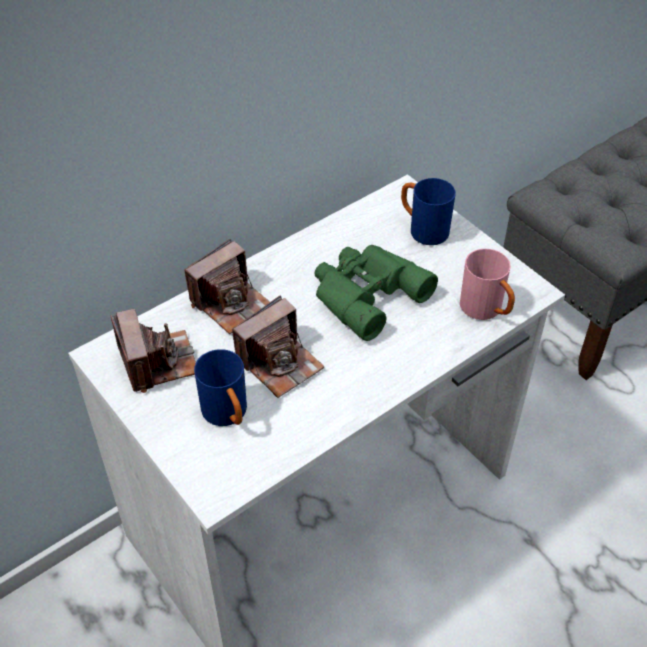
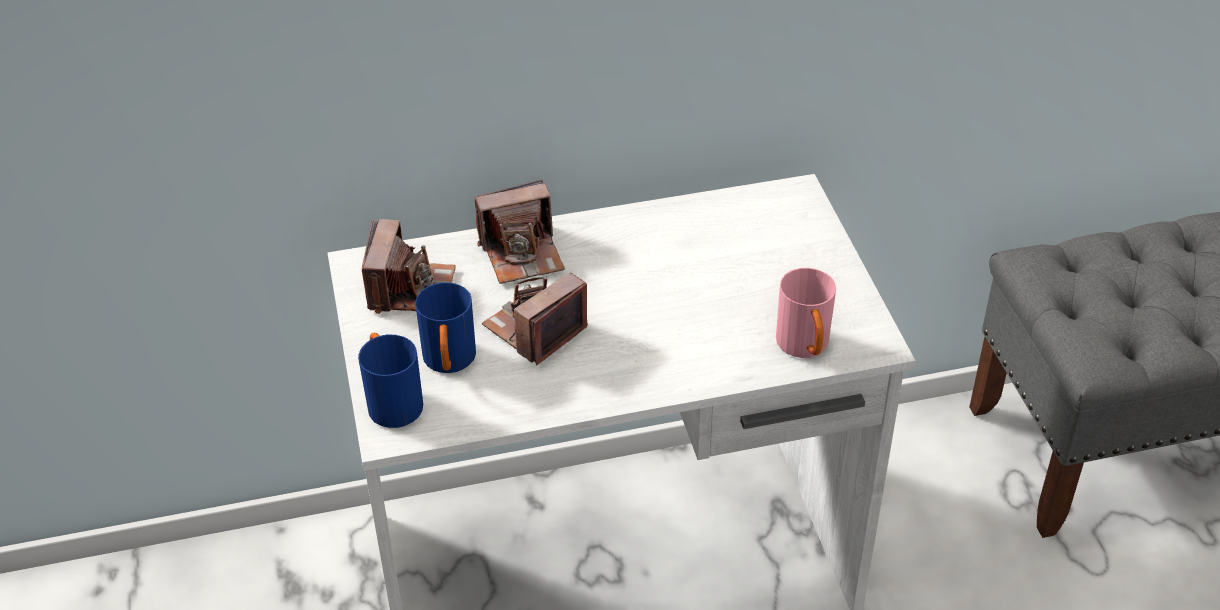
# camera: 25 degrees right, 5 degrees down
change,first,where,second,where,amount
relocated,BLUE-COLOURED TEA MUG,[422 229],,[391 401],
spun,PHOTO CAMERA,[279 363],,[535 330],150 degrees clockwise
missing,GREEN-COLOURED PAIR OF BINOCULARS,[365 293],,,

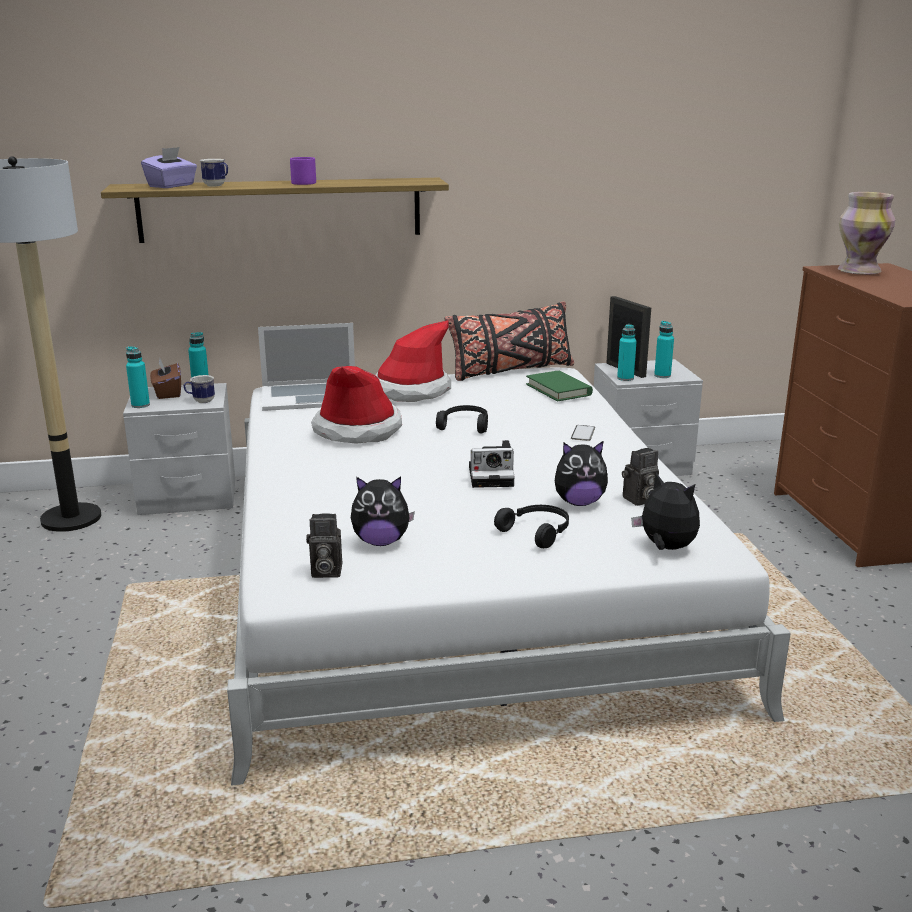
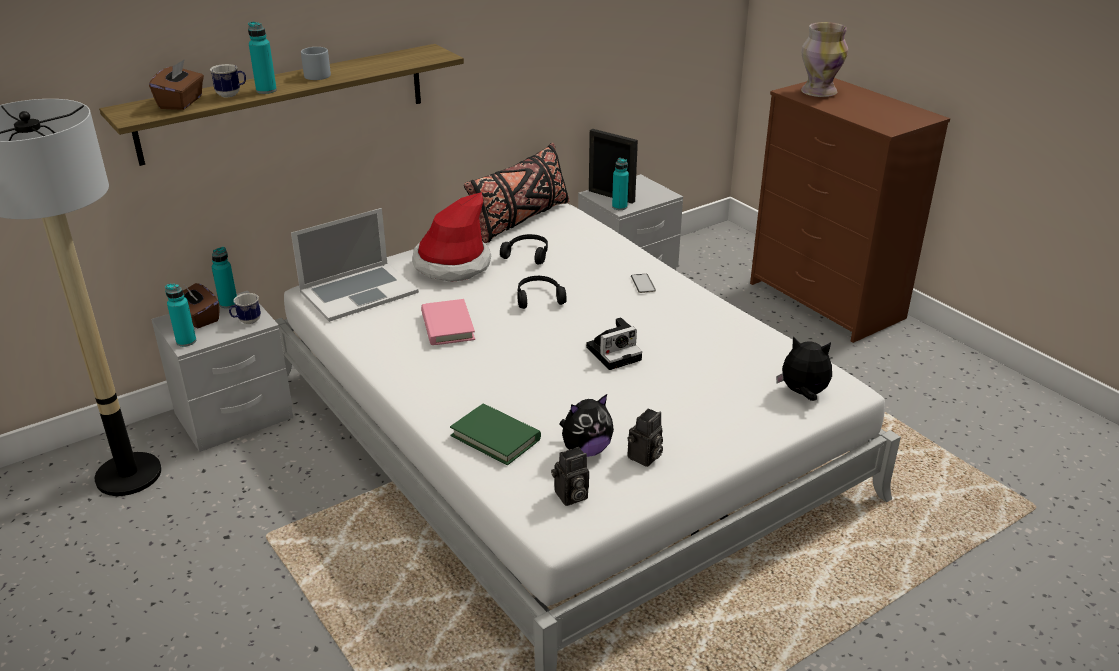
# camera: 25 degrees left, 10 degrees up
change,first,where,second,where,amount
colour,PURPLE BOX OF TISSUES,[171 186],BROWN-COLOURED BOX OF TISSUES,[181 102],
relocated,TURQUOISE-COLOURED DRINK BOTTLE,[662 375],,[266 90],
colour,PURPLE TEA MUG,[304 182],GREYISH TEA MUG,[316 74],
exchanged,HAT,[357 430],PINK VOLUME,[447 326],
relocated,GREEN-COLOURED VOLUME,[558 390],,[495 437],
relocated,BLACKISH HEADPHONES,[537 532],,[528 254],
relocated,PHOTO CAMERA,[639 500],,[645 458],
missing,SOFT TOY,[579 502],,,

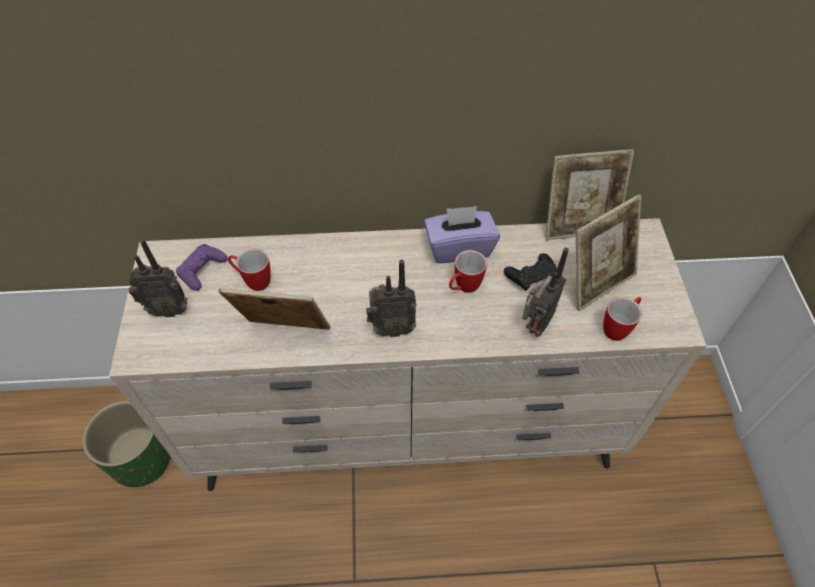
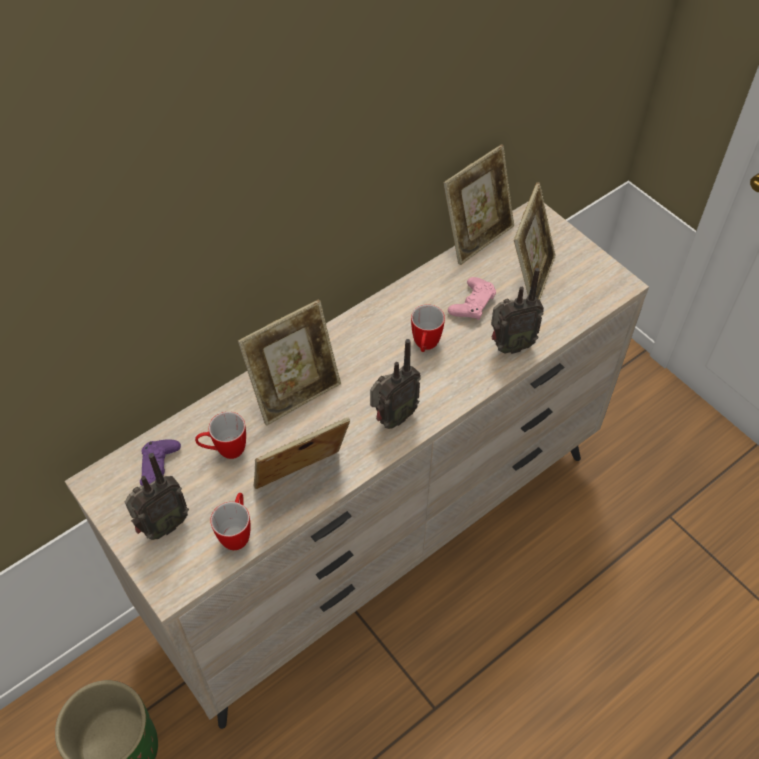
# camera: 35 degrees left, 0 degrees up
change,first,where,second,where,amount
relocated,TEA MUG,[618 328],,[237 532],
appeared,,,STANDING FRAME,[295 392],
colour,BLACKISH GAMEPAD,[531 275],PINK GAMEPAD,[472 303],
spun,RADIO RECEIVER,[534 326],,[509 345],75 degrees clockwise
missing,PURPLE BOX OF TISSUES,[459 247],,,

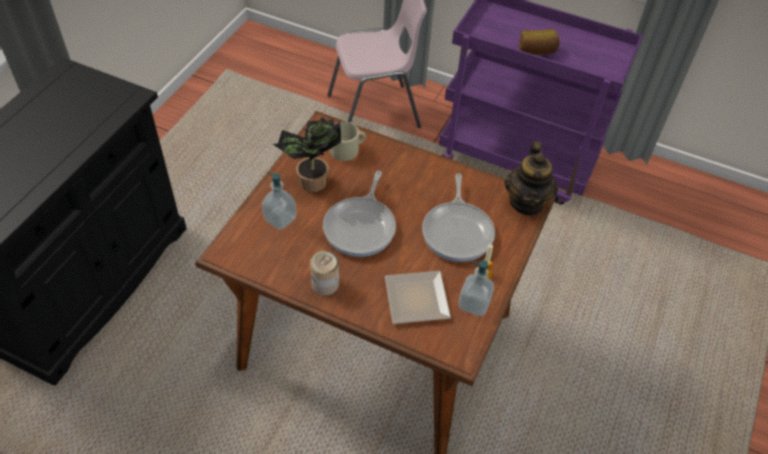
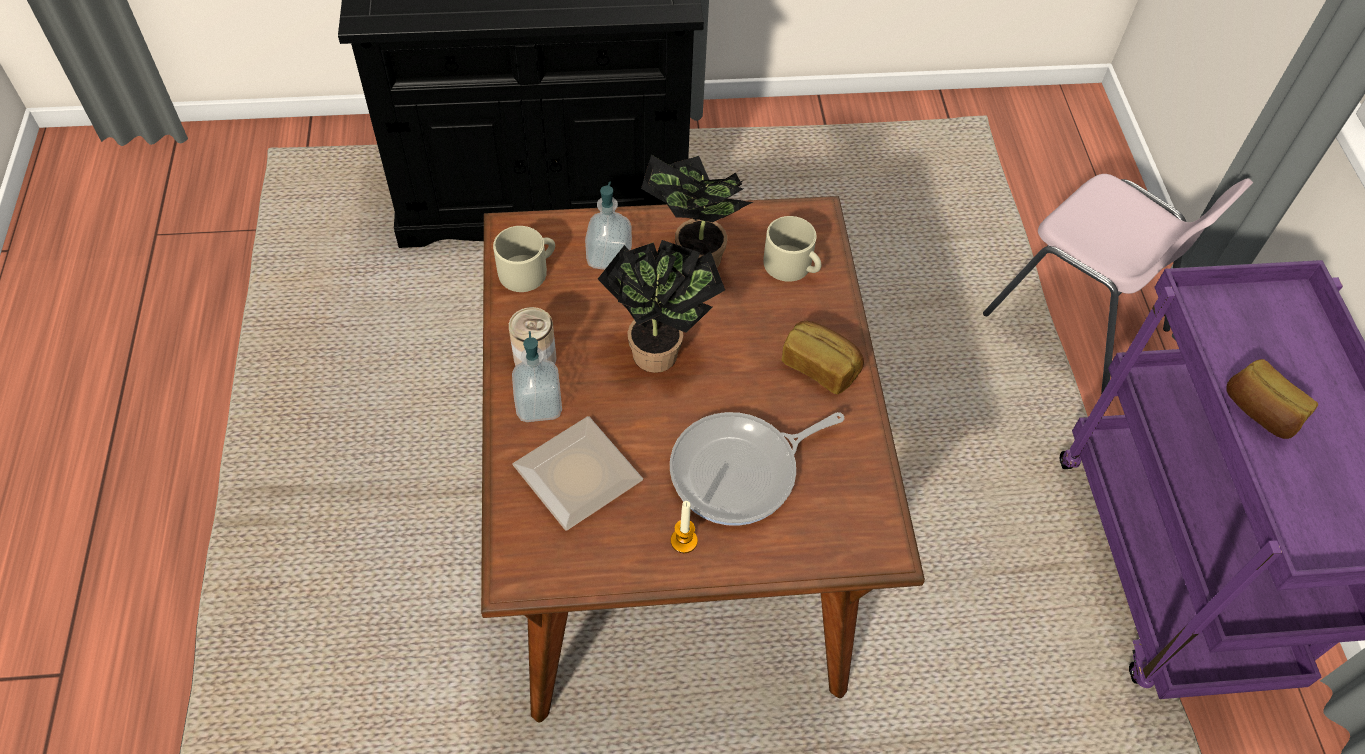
# camera: 60 degrees right, 5 degrees up
change,first,where,second,where,amount
appeared,,,BEIGE TEA MUG,[528 270],
relocated,LIQUID SOAP BOTTLE,[474 304],,[539 405],
exchanged,FRYING PAN,[361 227],POTTED PLANT,[661 350],
appeared,,,BREAD,[820 366],
missing,TEAPOT,[527 202],,,

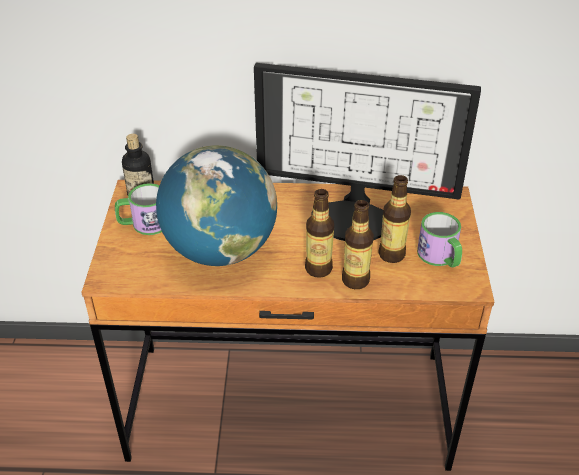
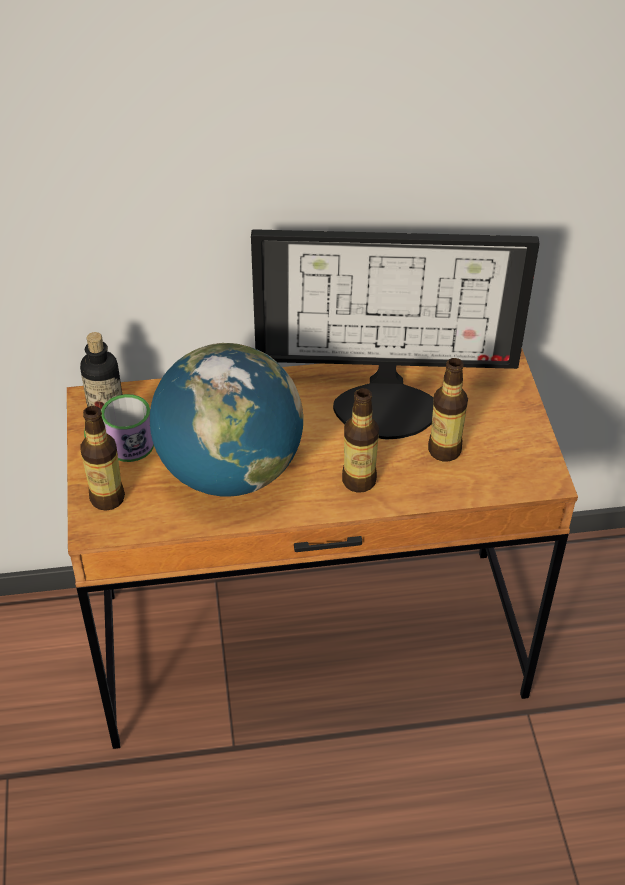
# camera: 10 degrees left, 5 degrees up
change,first,where,second,where,amount
relocated,DRINK BOTTLE,[355 280],,[107 498],
missing,TEA MUG,[440 257],,,

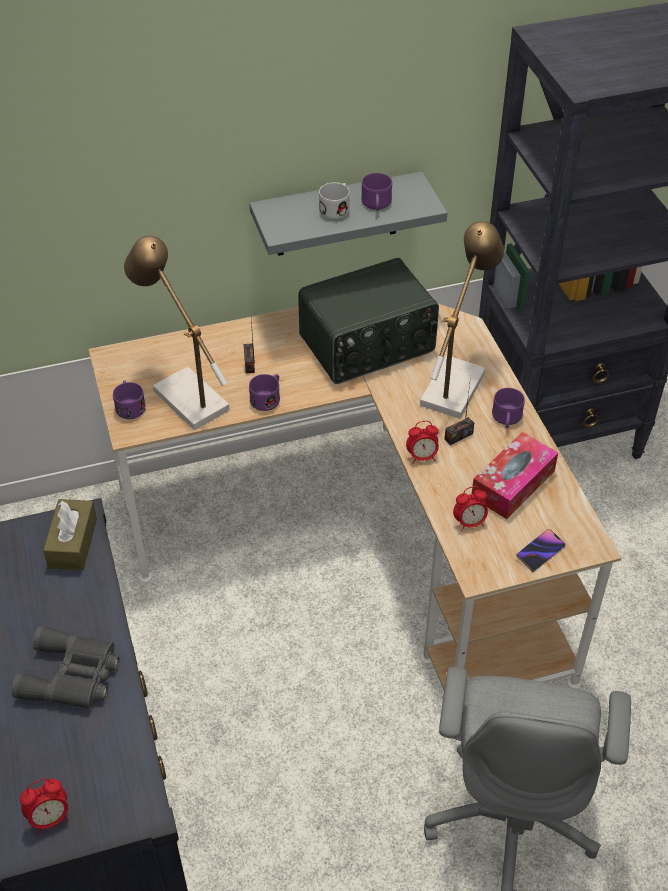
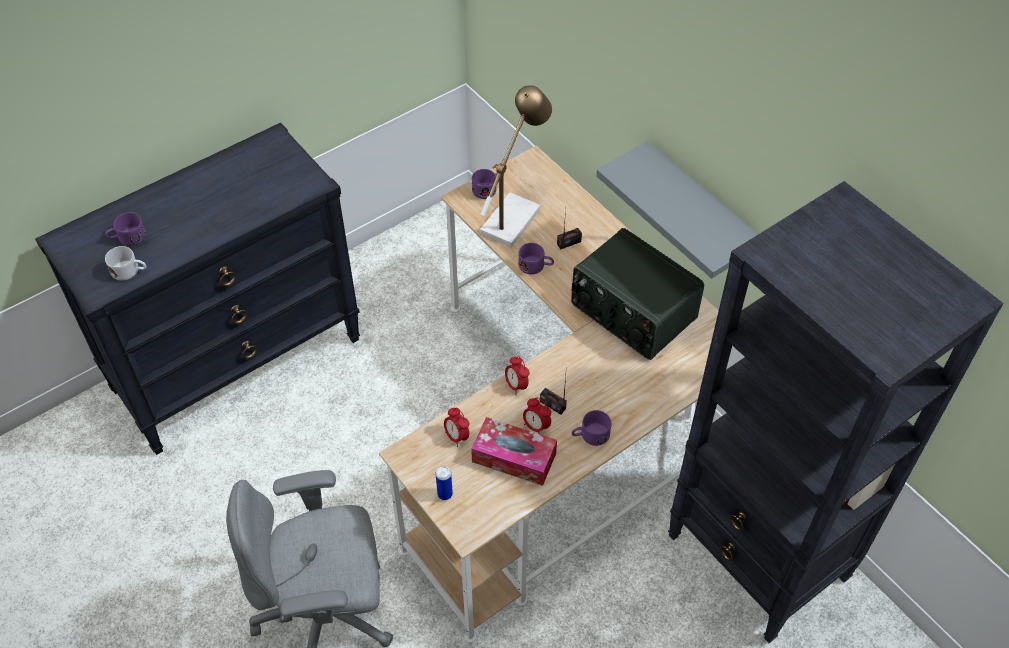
# camera: 70 degrees right, 5 degrees up
change,first,where,second,where,amount
relocated,PURPLE TEA MUG,[376 205],,[127 238],
relocated,WHITISH TEA MUG,[336 208],,[130 271],
exchanged,PHONE,[540 552],SEALED CAN,[445 494],
relocated,BEDSIDE CLOCK,[50 818],,[536 426],
missing,GREYISH PAIR OF BINOCULARS,[72 676],,,
missing,BROWN-COLOURED BOX OF TISSUES,[73 543],,,
missing,TABLETOP LAMP,[455 382],,,

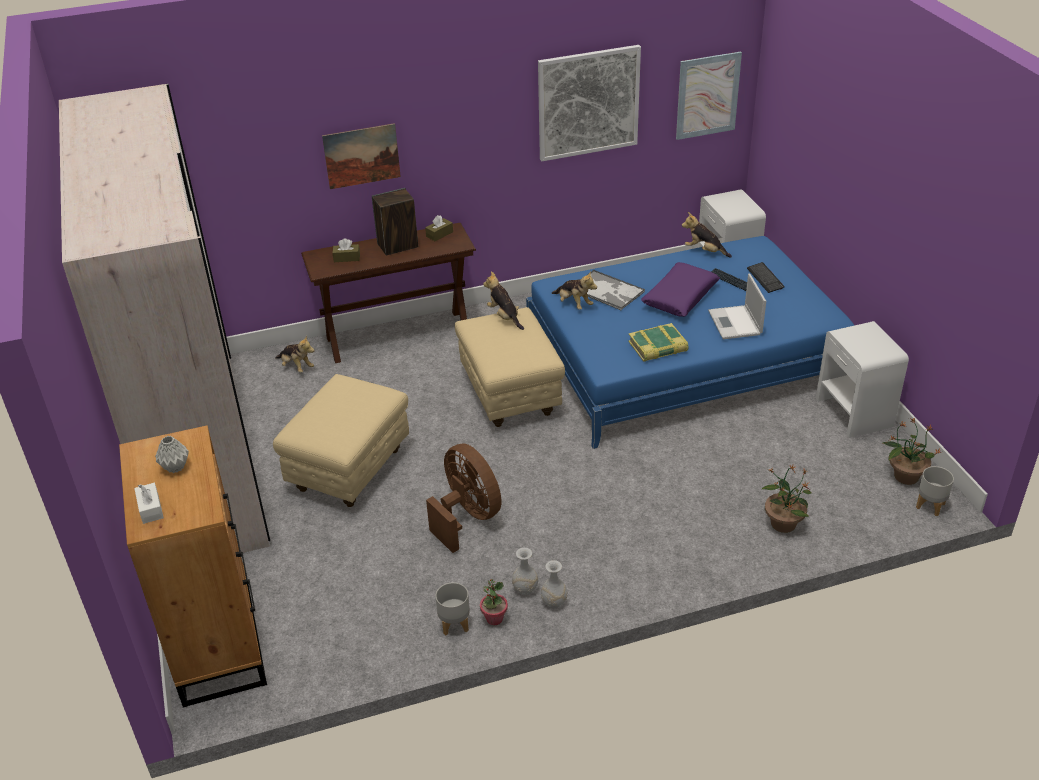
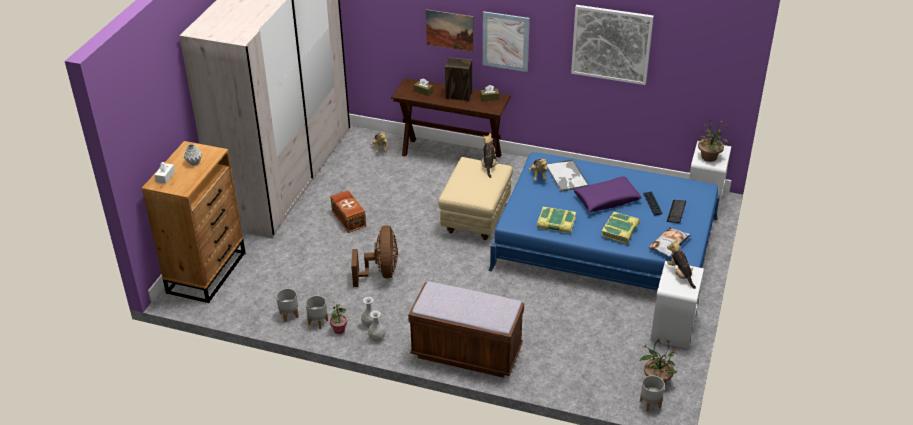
# camera: 35 degrees right, 0 degrees up
change,first,where,second,where,amount
appeared,,,GREYISH PLANTER,[288 315],
exchanged,BEIGE FOOTREST,[349 469],BROWN-COLOURED STORAGE BIN,[349 218],
appeared,,,BROWN-COLOURED INDOOR BENCH,[466 353],
relocated,PICTURE,[707 95],,[505 41],
exchanged,LAPTOP,[735 323],VOLUME,[620 231],
appeared,,,CUSHION,[669 244],
relocated,SOFT TOY,[704 251],,[680 274],
relocated,POTTED PLANT,[783 523],,[709 157],

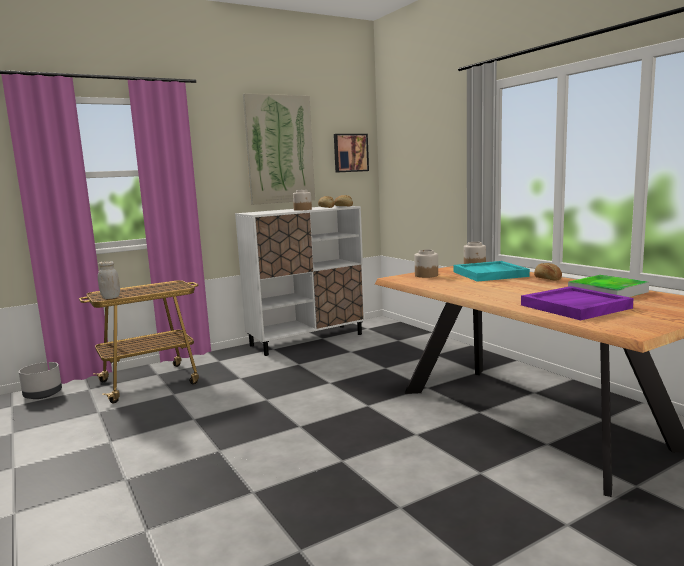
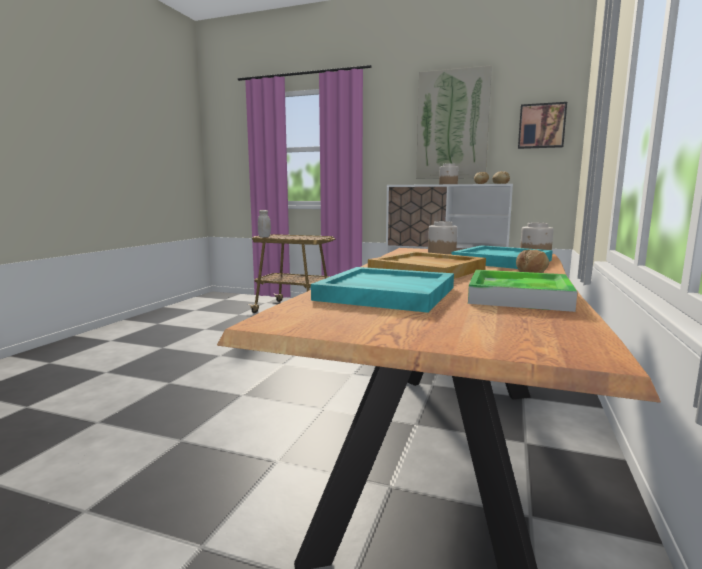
# camera: 50 degrees right, 0 degrees up
change,first,where,second,where,amount
colour,PURPLE TRAY,[575 307],TURQUOISE-COLOURED TRAY,[385 294],
appeared,,,BEIGE TRAY,[428 270],
missing,GREYISH PLANTER,[43 394],,,

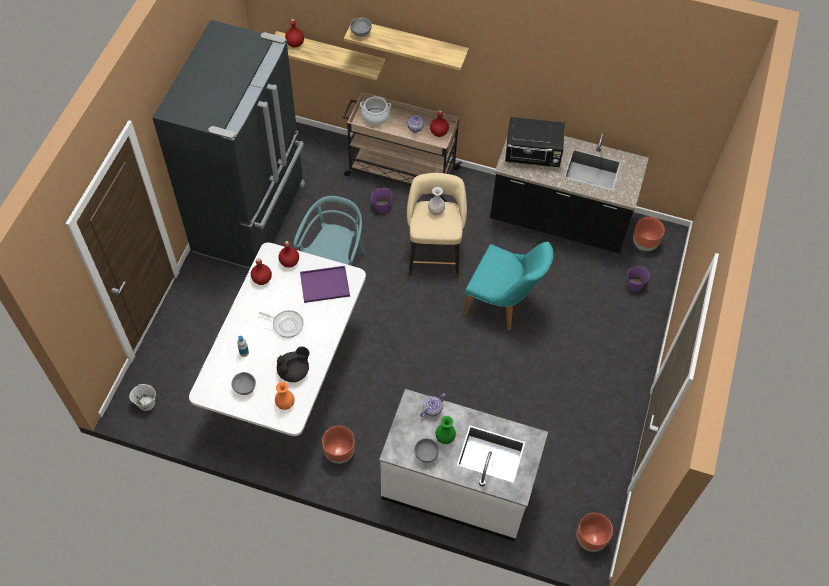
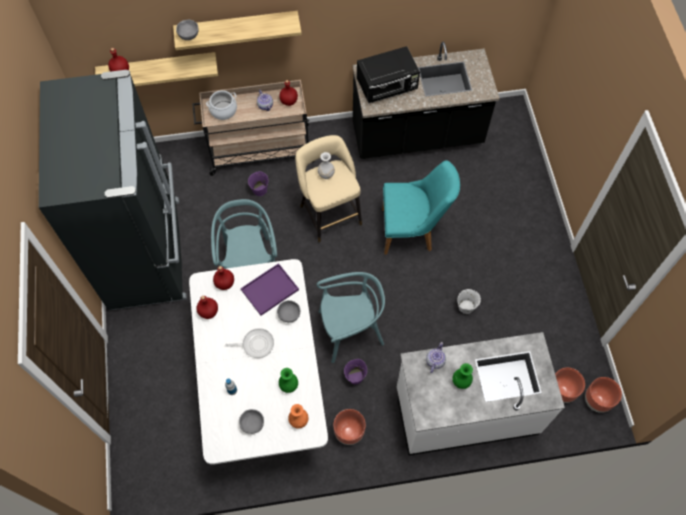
# camera: 25 degrees left, 5 degrees up
change,first,where,second,where,amount
relocated,GREYISH SERVING BOWL,[426 455],,[289 315],
exchanged,BLACKISH TEAPOT,[294 371],GREEN-COLOURED DECORATIVE VASE,[289 385],
appeared,,,TURQUOISE-COLOURED CHAIR,[350 331],
relocated,PURPLE PAIL,[634 285],,[355 376],
relocated,WHITISH PAIL,[146 403],,[466 307],
relocated,BROWN-COLOURED PLANTER,[644 244],,[561 392],

